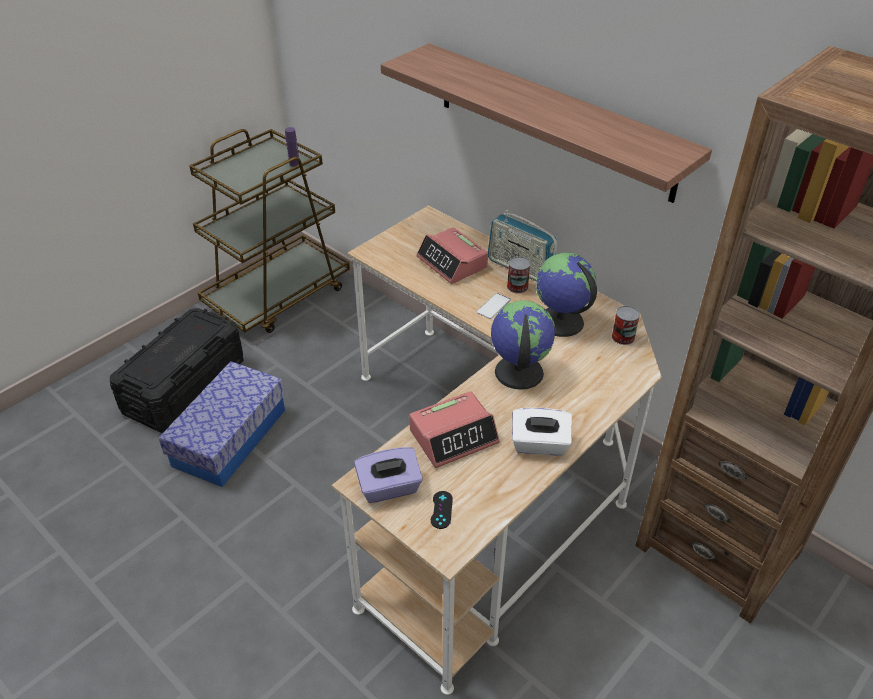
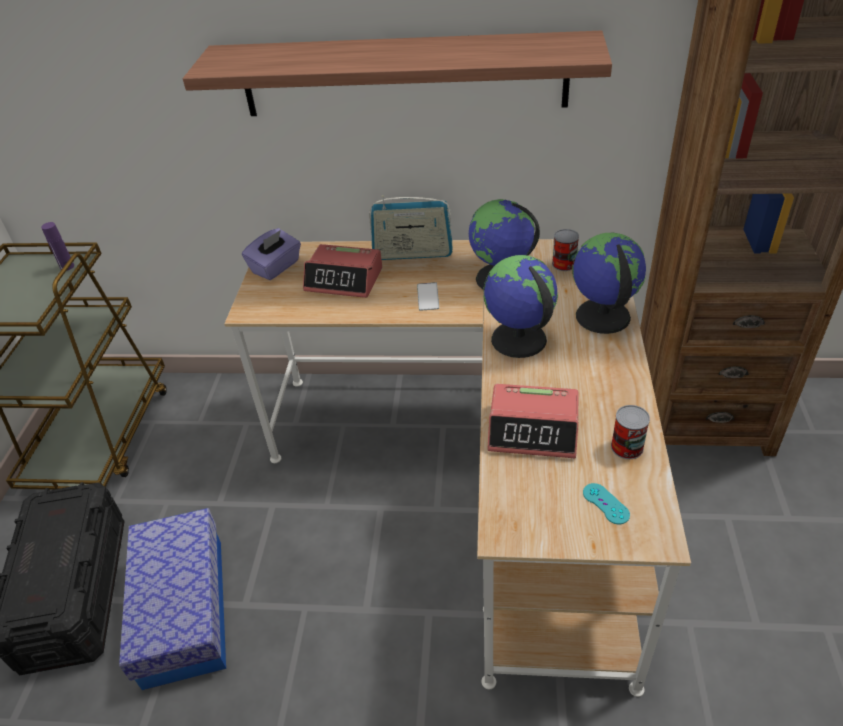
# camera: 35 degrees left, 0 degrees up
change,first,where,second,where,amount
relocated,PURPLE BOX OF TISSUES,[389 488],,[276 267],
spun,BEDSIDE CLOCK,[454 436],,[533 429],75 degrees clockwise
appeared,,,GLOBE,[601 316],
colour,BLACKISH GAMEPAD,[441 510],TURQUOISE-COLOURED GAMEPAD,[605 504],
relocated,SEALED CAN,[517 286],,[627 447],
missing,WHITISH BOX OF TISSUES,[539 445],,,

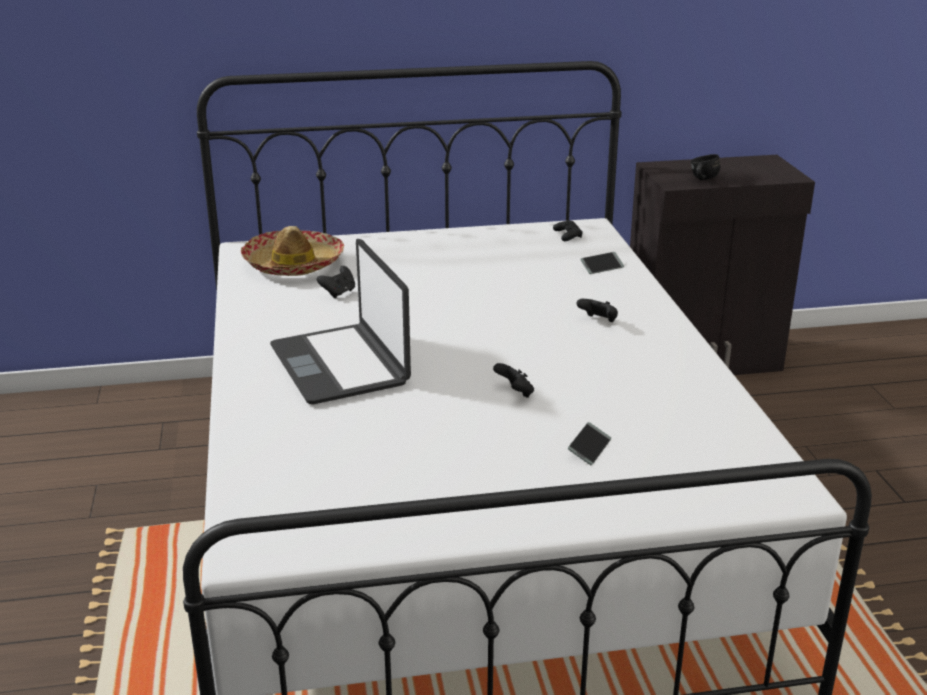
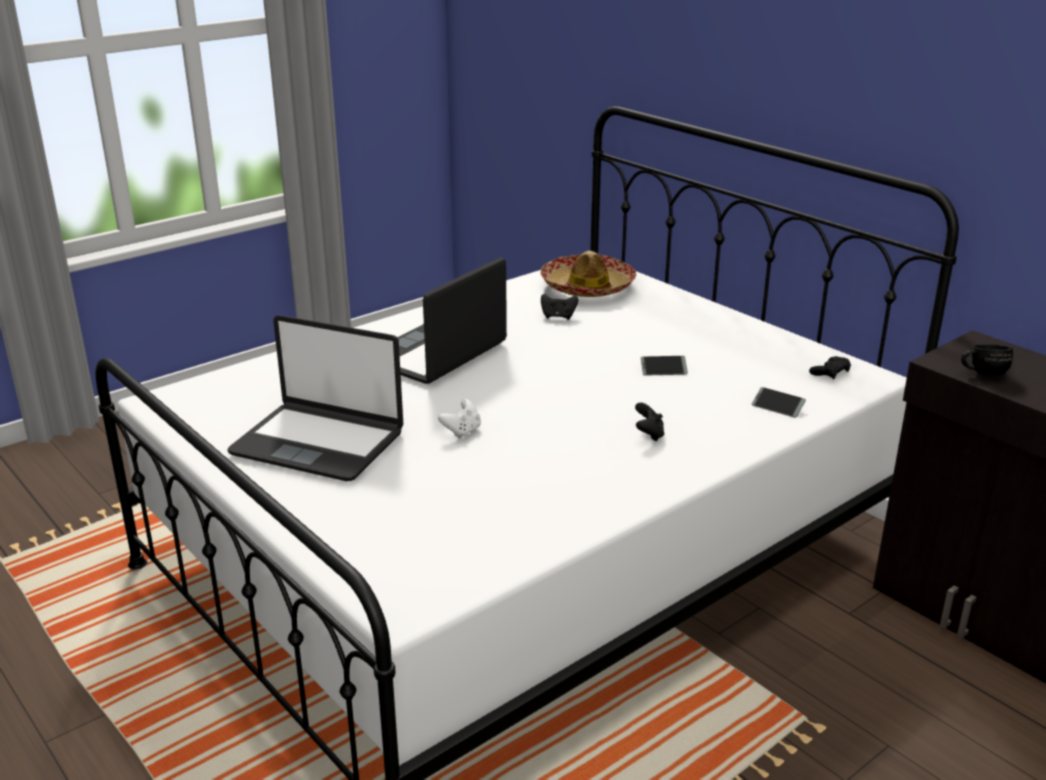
# camera: 60 degrees right, 0 degrees up
change,first,where,second,where,amount
appeared,,,LAPTOP,[318 443],
colour,BLACKISH GAMEPAD,[515 393],WHITISH GAMEPAD,[462 431],
relocated,PHONE,[589 449],,[663 370],

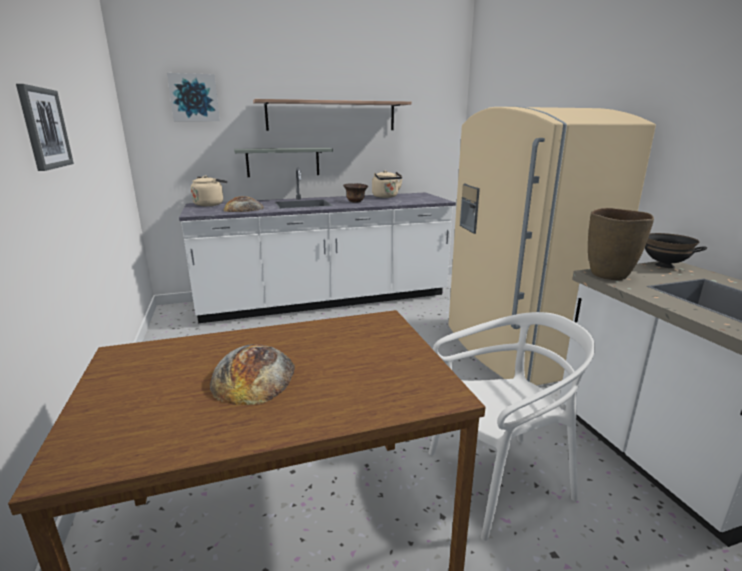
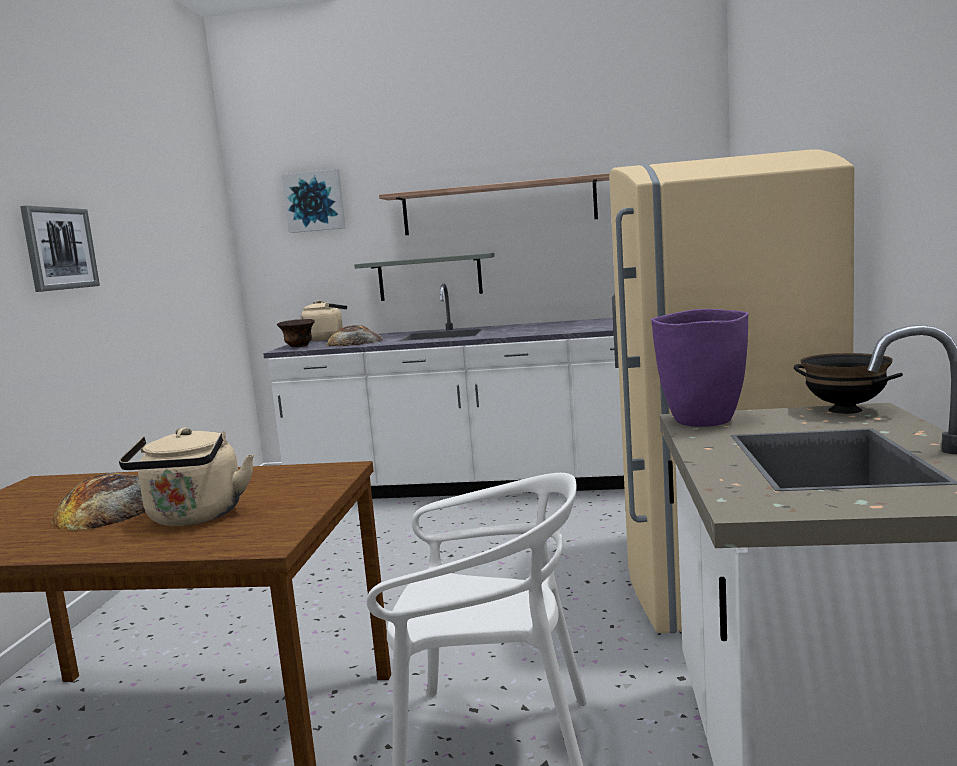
# camera: 25 degrees right, 10 degrees down
change,first,where,second,where,amount
relocated,BEIGE KETTLE,[386 197],,[194 518],
relocated,BROWN-COLOURED SERVING BOWL,[355 202],,[299 346],
colour,BROWN-COLOURED DECORATIVE VASE,[609 275],PURPLE DECORATIVE VASE,[703 421],

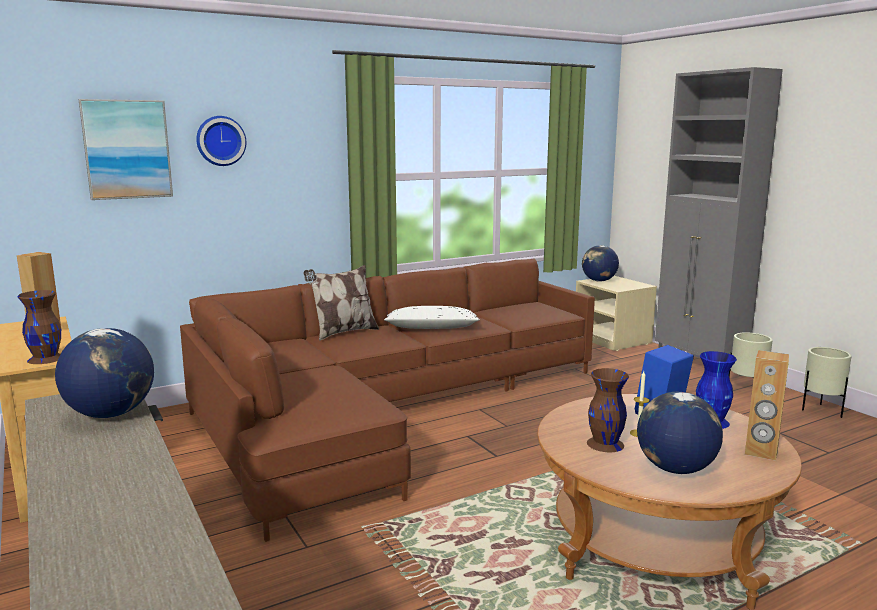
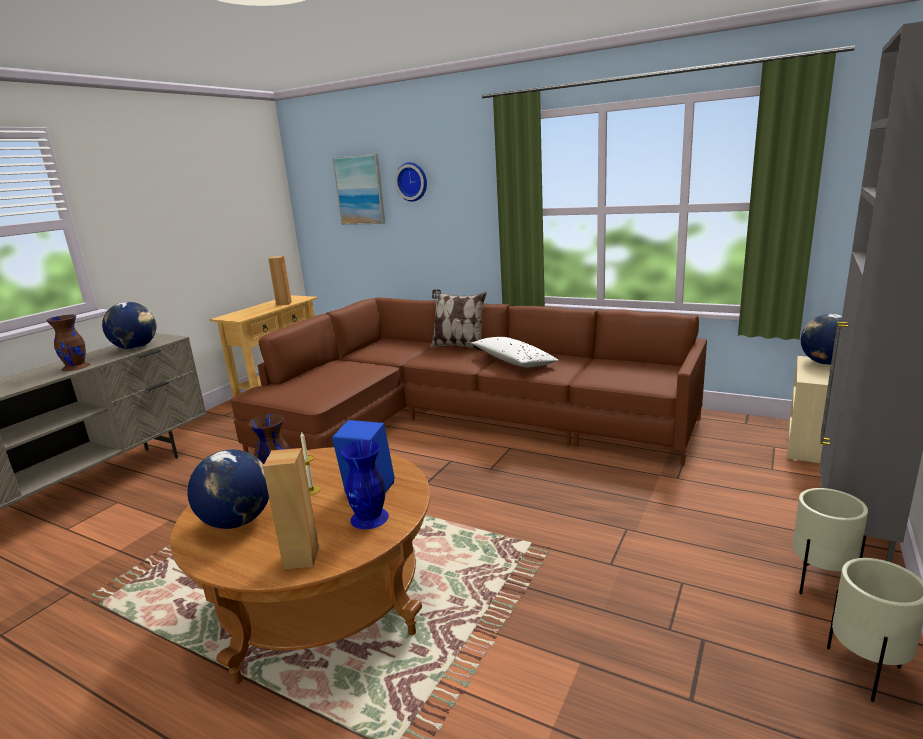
# camera: 60 degrees right, 5 degrees up
change,first,where,second,where,amount
relocated,BROWN-COLOURED DECORATIVE VASE,[46 358],,[76 366],

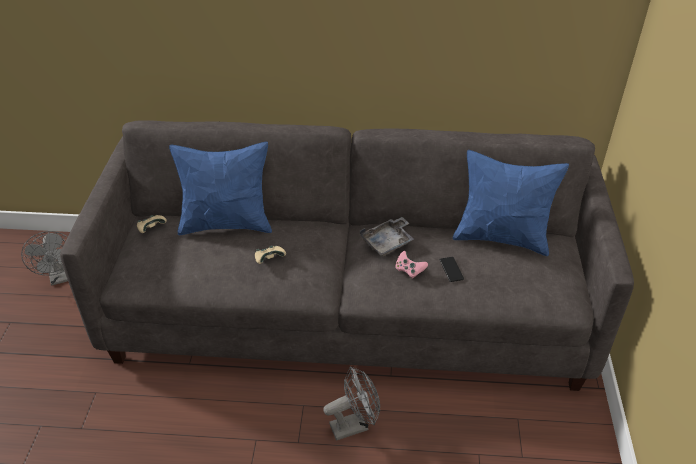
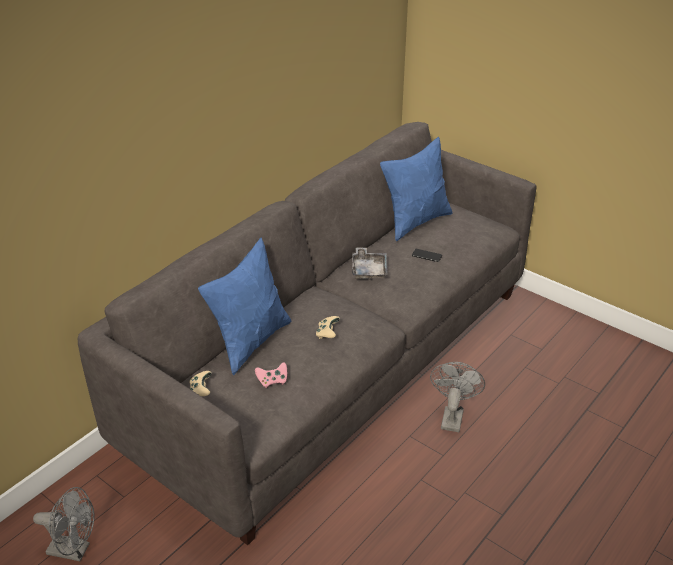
# camera: 55 degrees left, 5 degrees down
change,first,where,second,where,amount
relocated,PINK GAMEPAD,[409 270],,[272 381],

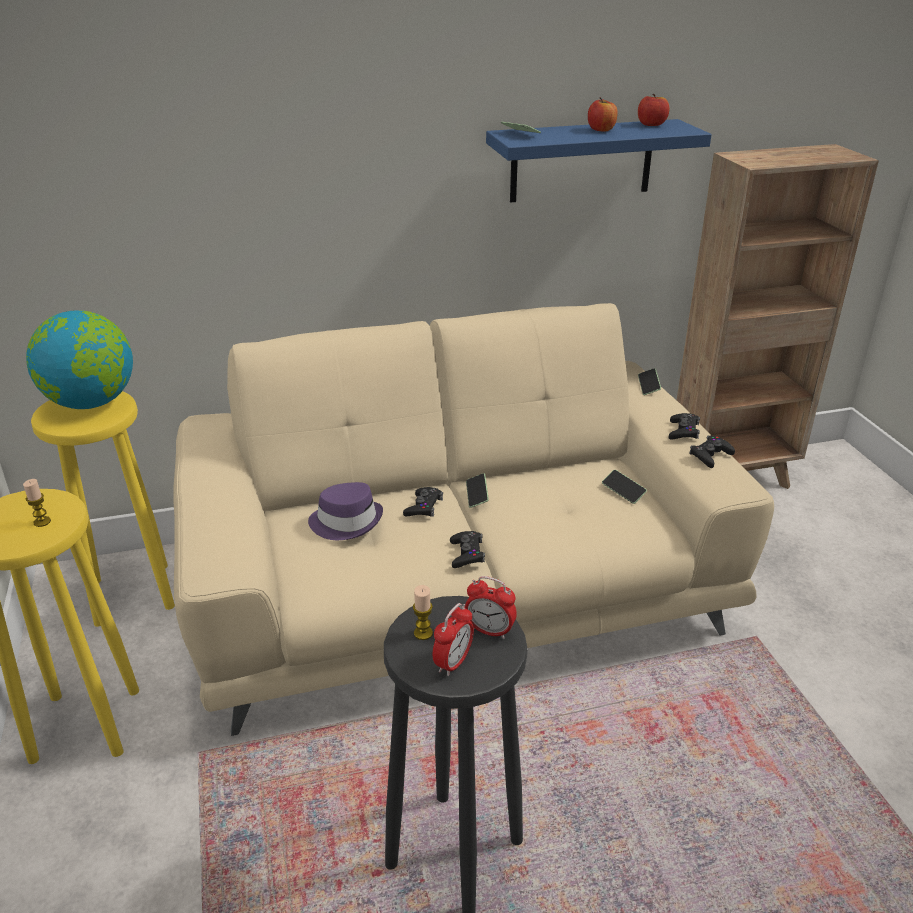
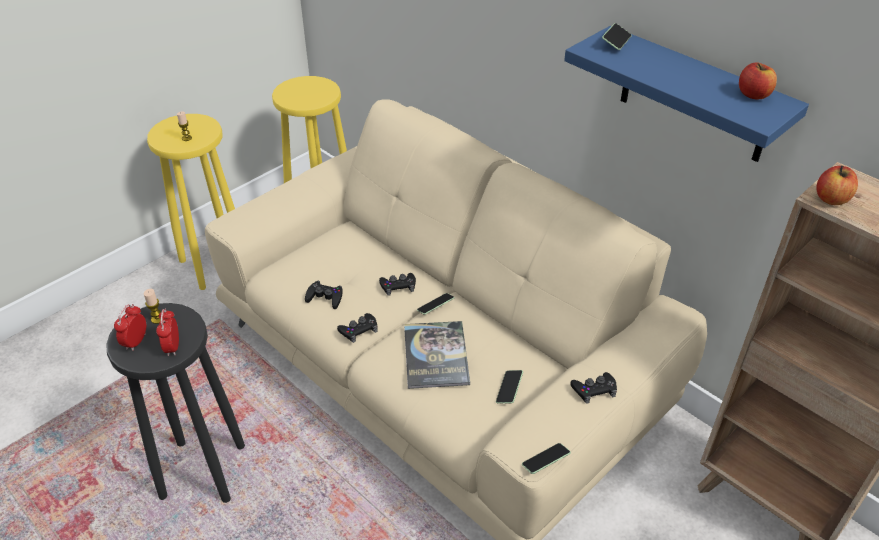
# camera: 60 degrees right, 10 degrees up
change,first,where,second,where,amount
spun,BEDSIDE CLOCK,[453 662],,[136 342],105 degrees clockwise
relocated,BLACKISH GAMEPAD,[710 455],,[325 298],
appeared,,,VOLUME,[436 355],
relocated,PHONE,[648 386],,[545 462],
relocated,APPLE FRUIT,[601 130],,[831 199],
missing,GLOBE,[91 403],,,
missing,PURPLE HAT,[346 521],,,

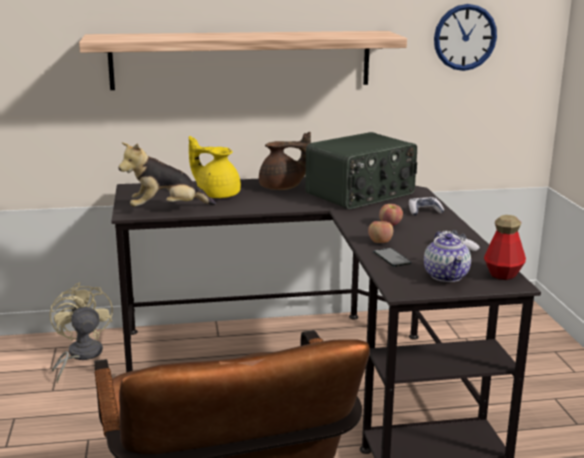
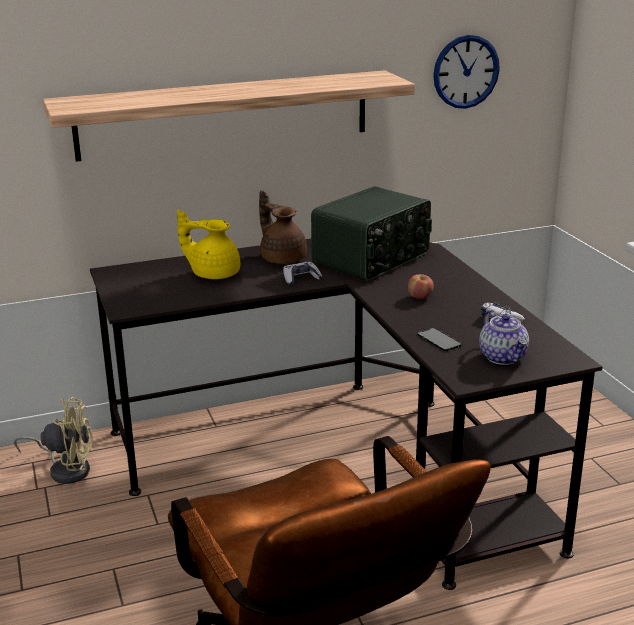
# camera: 10 degrees left, 5 degrees up
change,first,where,second,where,amount
spun,BEIGE FAN,[80 356],,[65 469],120 degrees clockwise
spun,BROWN-COLOURED TEAPOT,[282 188],,[282 258],105 degrees counterclockwise
relocated,GAMEPAD,[424 211],,[301 279],
missing,SOFT TOY,[166 209],,,
missing,APPLE FRUIT,[380 242],,,
missing,DRINK BOTTLE,[503 274],,,

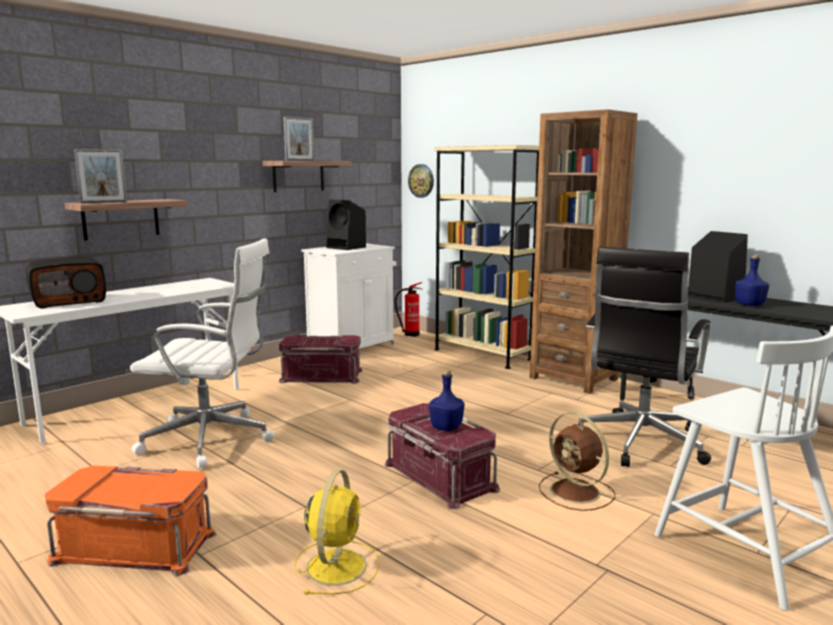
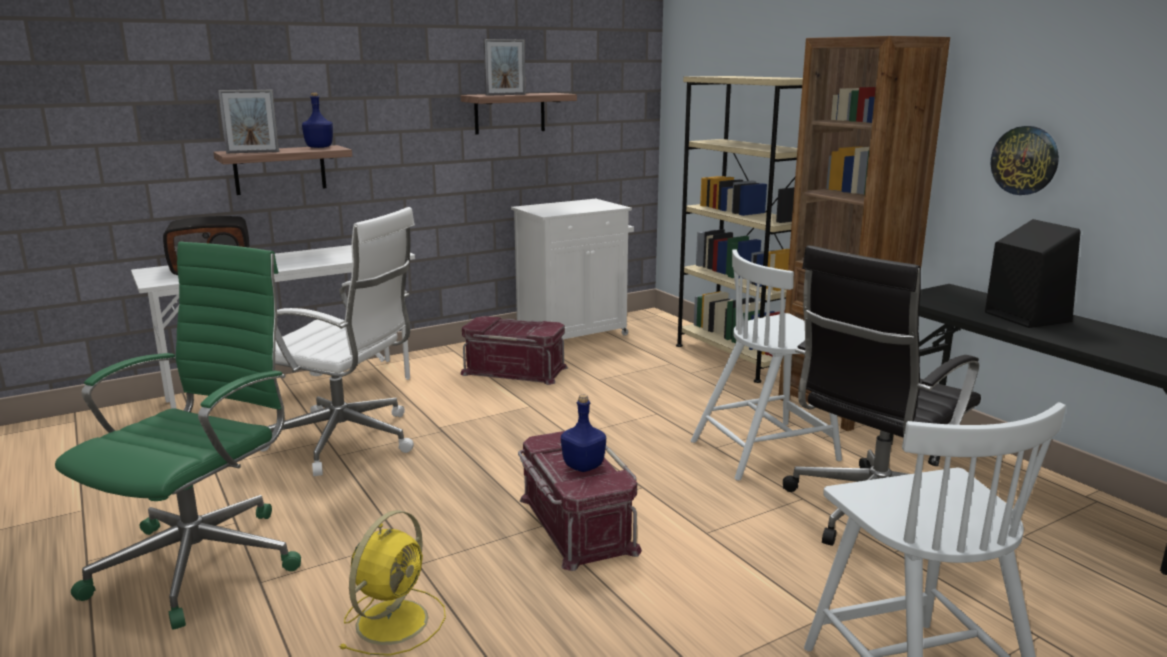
# camera: 15 degrees right, 5 degrees up
change,first,where,second,where,amount
exchanged,ORANGEY STORAGE BIN,[136 546],GREEN-COLOURED OFFICE CHAIR,[204 560],
relocated,BLUE-COLOURED DRINK BOTTLE,[749 305],,[318 147],
appeared,,,WHITISH CHAIR,[766 450],
relocated,WALL CLOCK,[421 181],,[1025 160],
missing,BLACKISH AUDIO SPEAKER,[347 247],,,
missing,FIRE-FIGHTING CYLINDER,[410 334],,,
missing,BROWN-COLOURED FAN,[577 492],,,

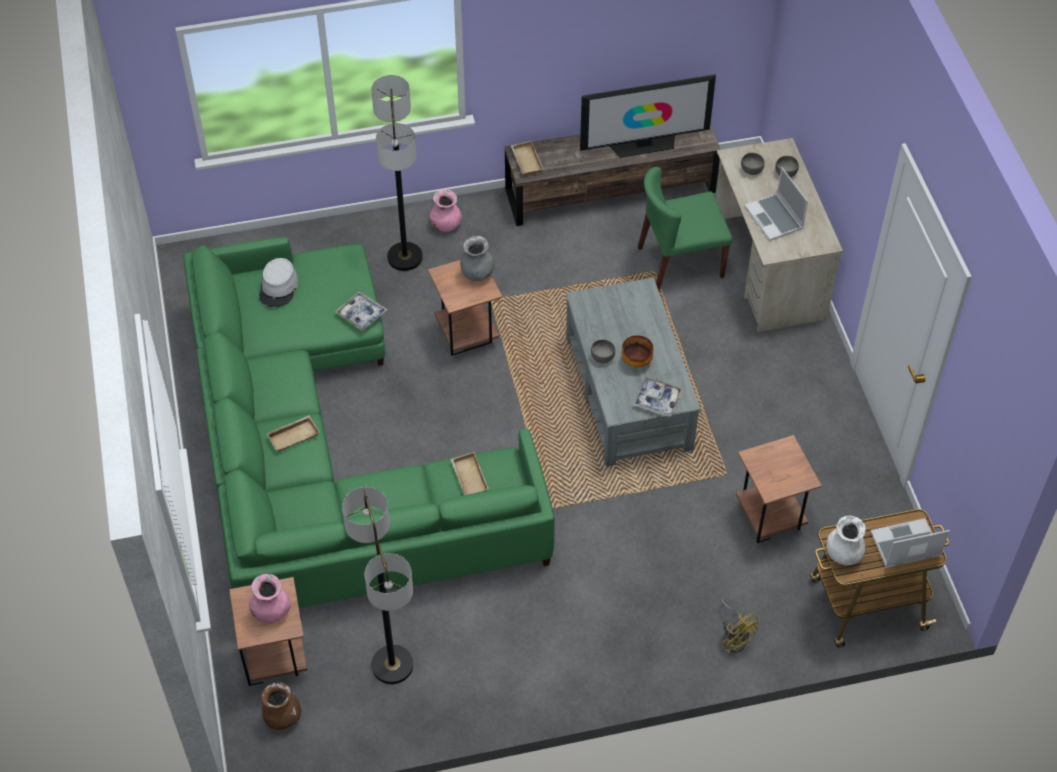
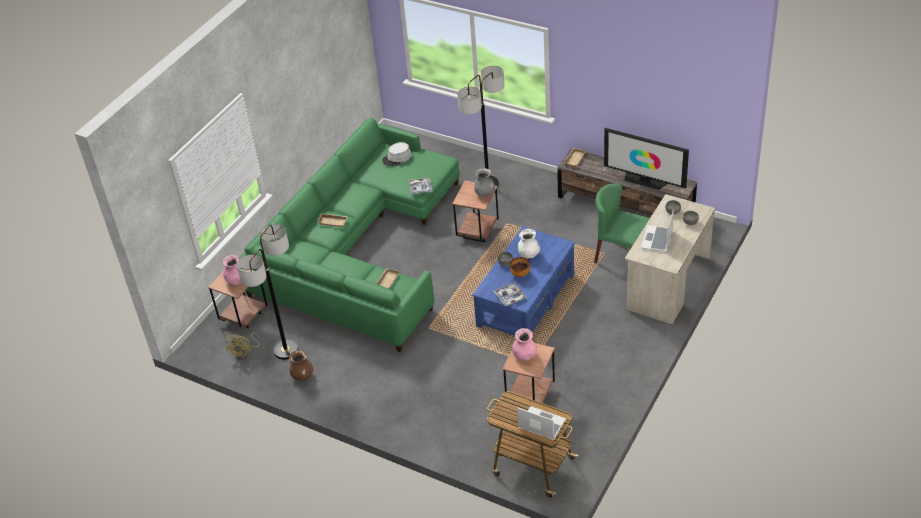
# camera: 45 degrees right, 10 degrees down
change,first,where,second,where,amount
relocated,YELLOW FAN,[734 637],,[245 353],
relocated,BROWN-COLOURED DECORATIVE VASE,[282 717],,[302 376],
colour,GREYISH COFFEE TABLE,[629 392],BLUE-COLOURED COFFEE TABLE,[526 300],
relocated,PINK DECORATIVE VASE,[445 225],,[524 355],
relocated,WHITISH DECORATIVE VASE,[843 554],,[528 254],

